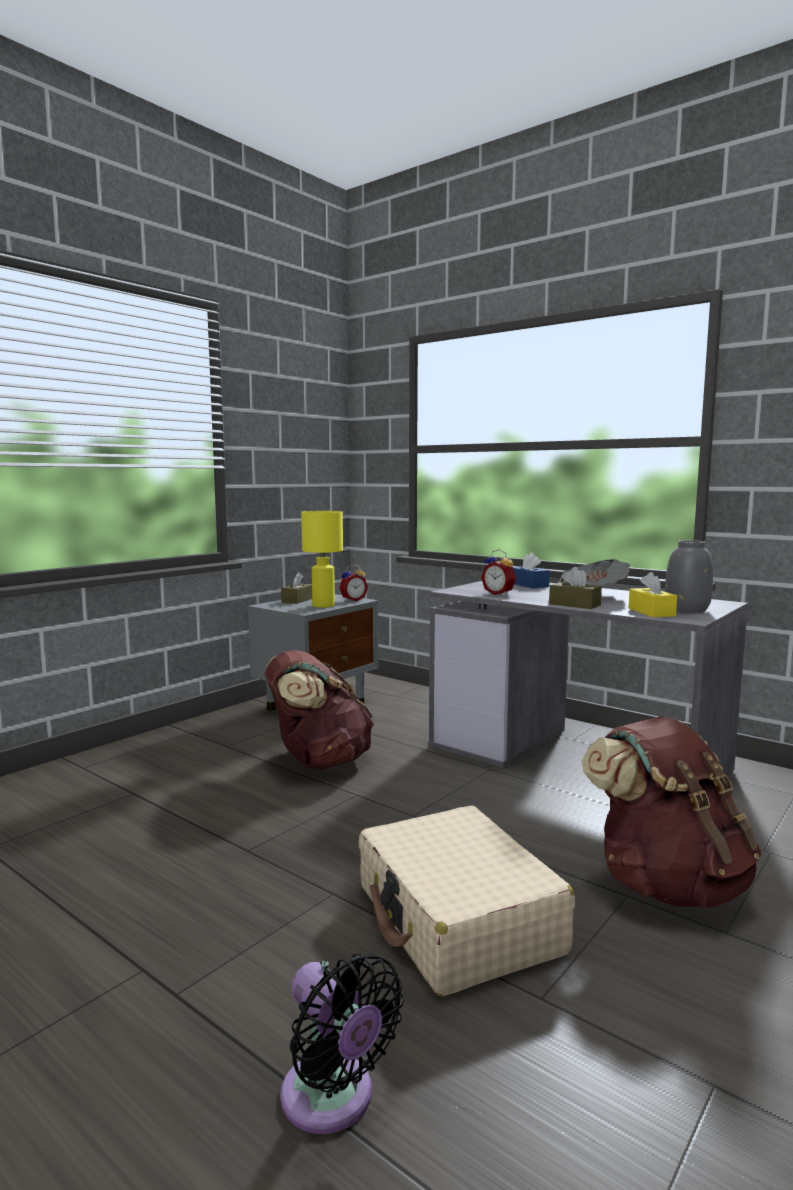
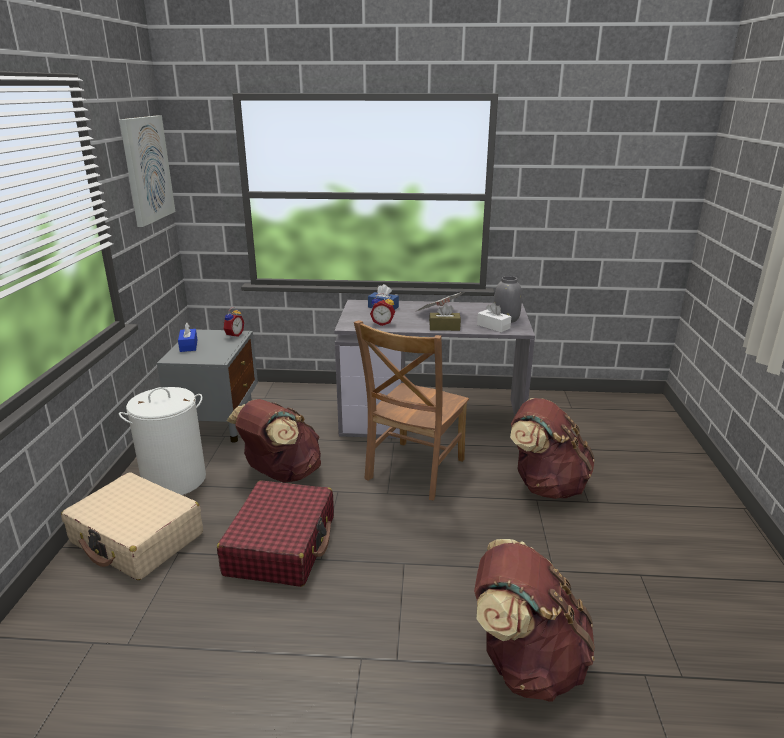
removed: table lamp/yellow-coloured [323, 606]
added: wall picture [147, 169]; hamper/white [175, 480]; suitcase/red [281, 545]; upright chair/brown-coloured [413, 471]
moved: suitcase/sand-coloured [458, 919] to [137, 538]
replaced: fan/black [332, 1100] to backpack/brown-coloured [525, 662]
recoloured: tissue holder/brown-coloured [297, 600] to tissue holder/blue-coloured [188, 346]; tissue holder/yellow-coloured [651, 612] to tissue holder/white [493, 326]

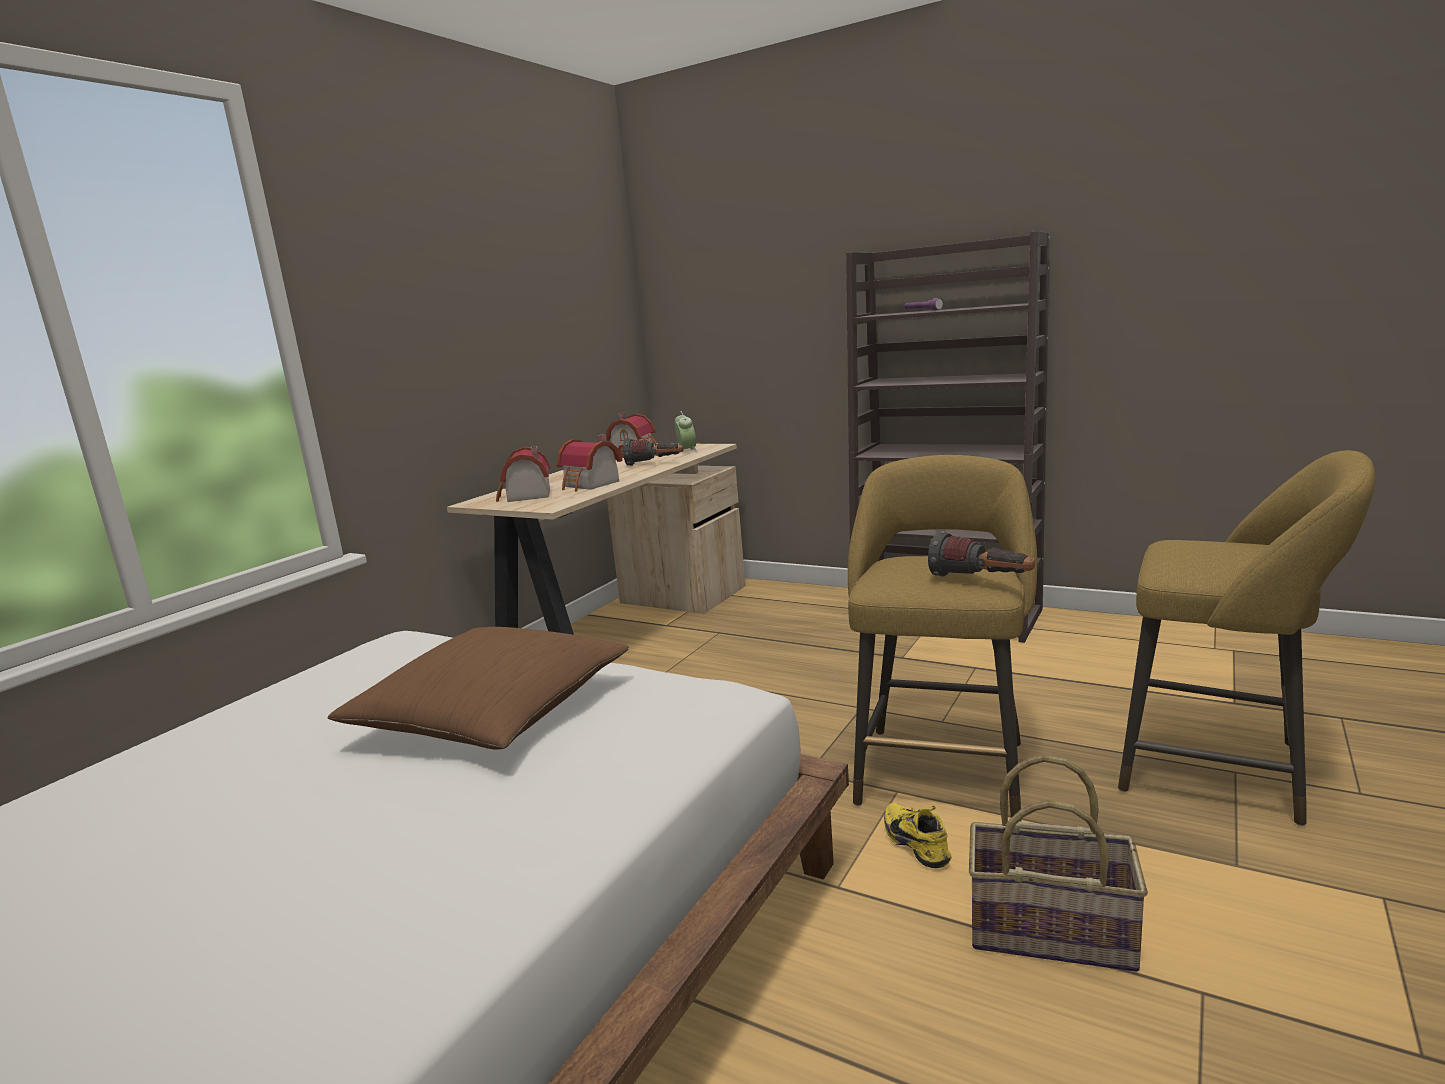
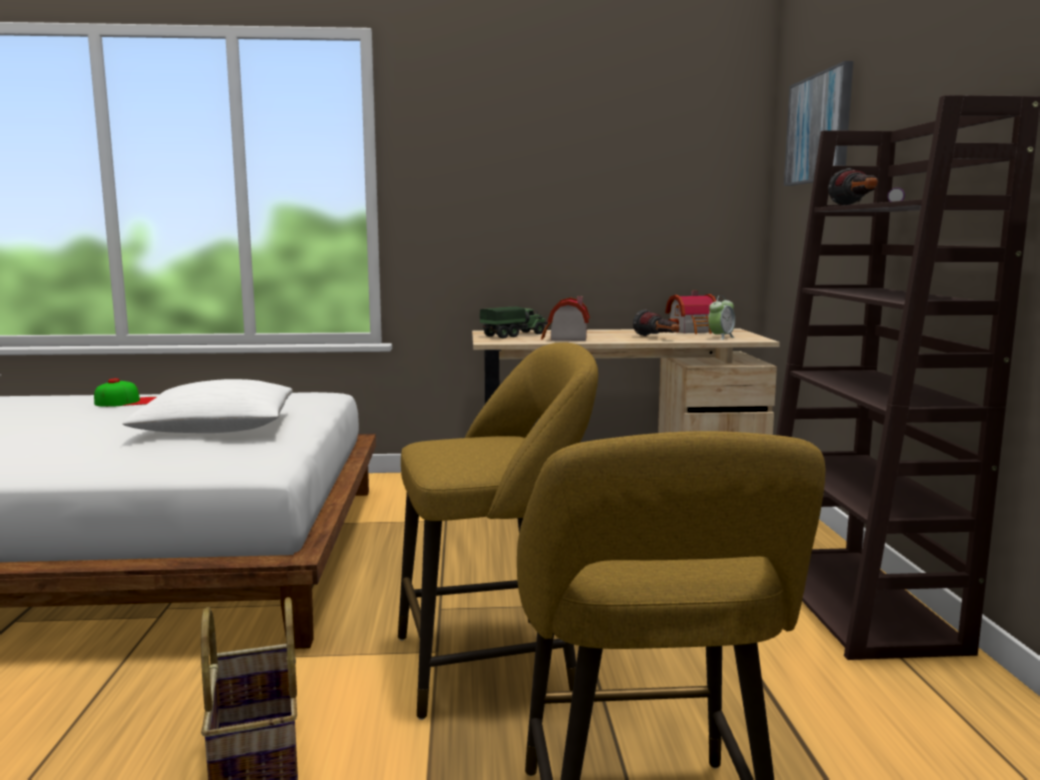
removed: item of footwear/yellow-coloured [919, 843]
added: baseball cap [130, 402]; wall picture [819, 128]
moved: hand torch [981, 581] to [856, 205]
replaced: miniature house [525, 496] to model truck [515, 335]
recoloured: pillow/brown-coloured [491, 713] to pillow/white [217, 428]

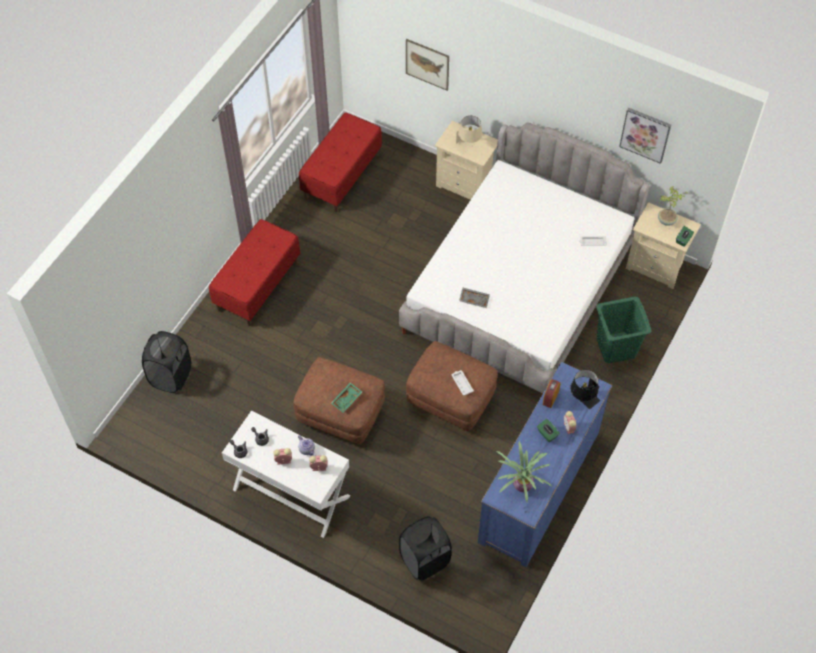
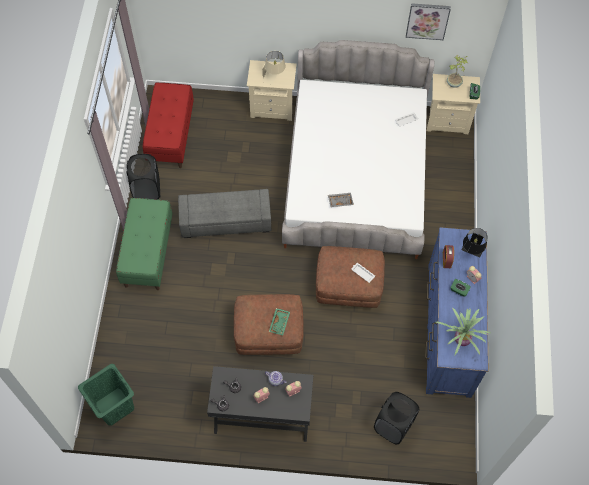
removed: wall picture [427, 64]
added: ottoman/grey [226, 221]
moved: hamper/black [171, 376] to [147, 190]; hamper/greenish [615, 347] to [114, 406]
recoloured: bench/red [257, 285] to bench/greenish [148, 253]; desk unit/white [290, 493] to desk unit/black [262, 416]

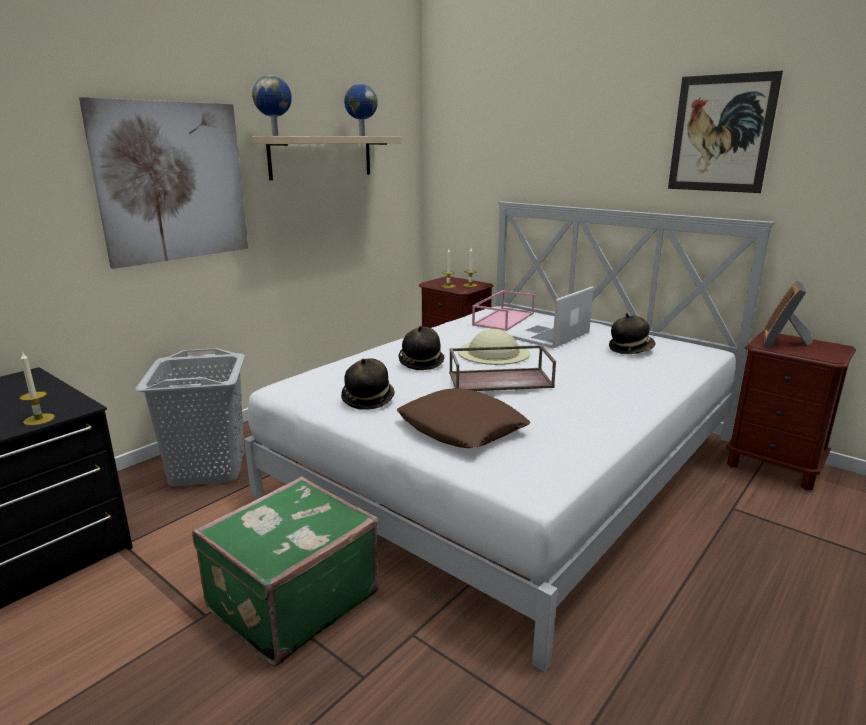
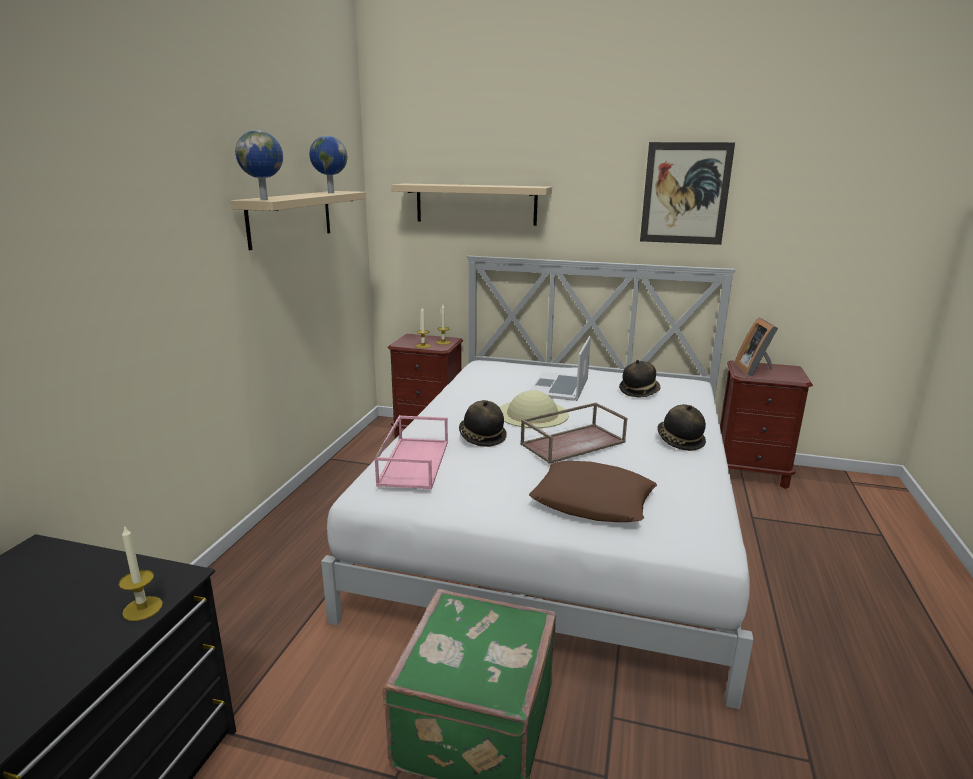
removed: wall picture [173, 182]; hamper/grey [209, 468]
added: bracket shelf/sand-coloured [476, 204]
moved: clothing hat [368, 399] to [679, 441]; carrying tray/pink [503, 318] to [413, 462]

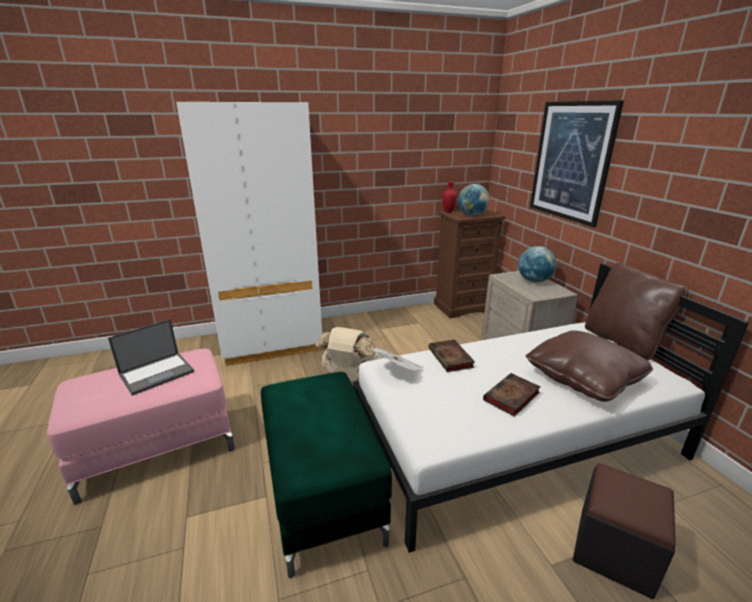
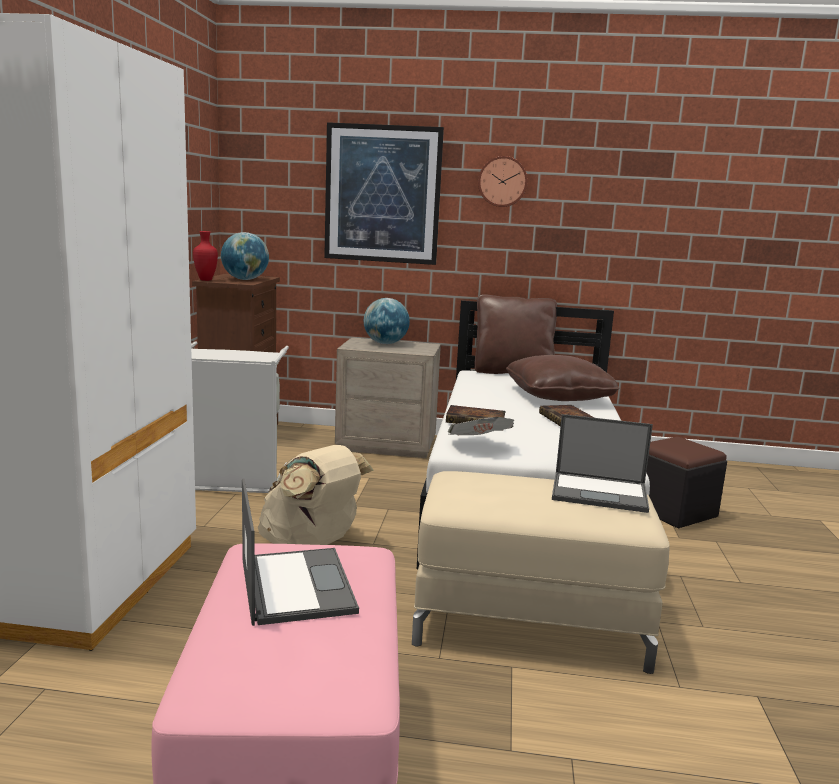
added: hamper/grey [231, 482]; clock on the wall [502, 181]; portable computer [600, 493]
recoloured: ottoman/greenish [323, 492] to ottoman/sand-coloured [531, 621]

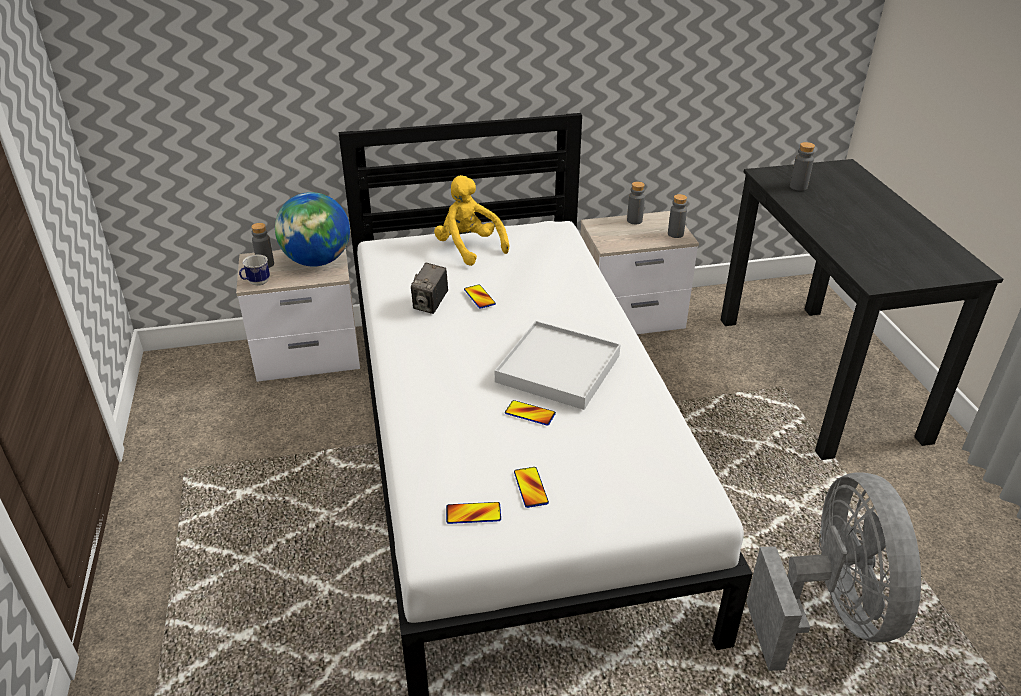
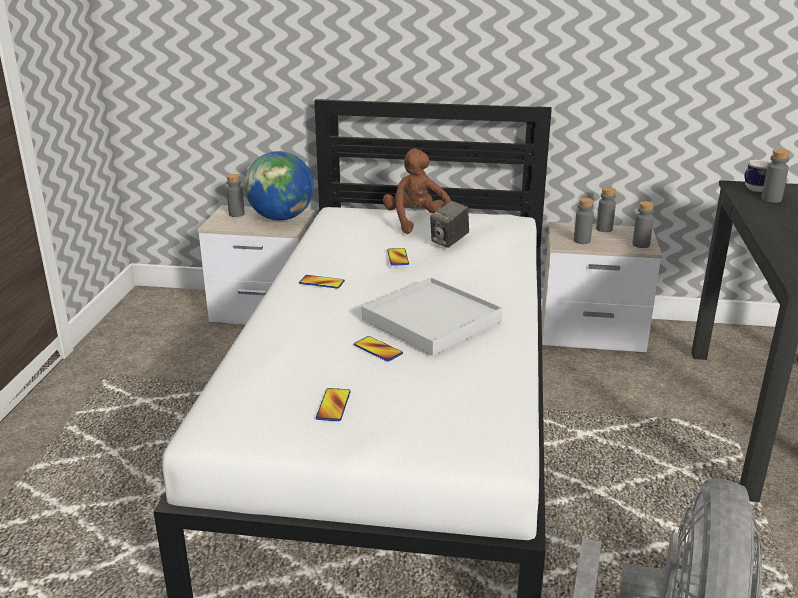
added: drink bottle/grey [582, 241]
moved: coffee mug [256, 283] to [753, 190]; still camera [430, 304] to [449, 241]; phone [473, 514] to [321, 283]
recoloured: cuddly toy/yellow-coloured [469, 248] to cuddly toy/brown-coloured [416, 222]

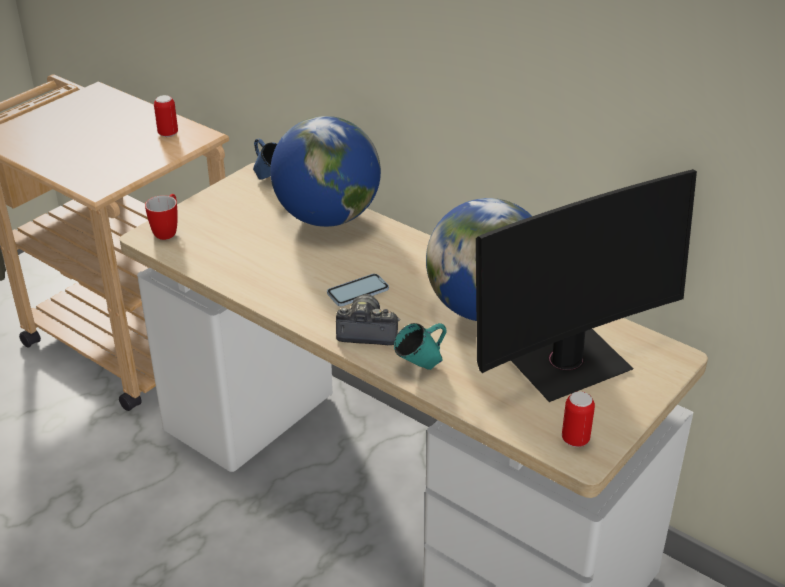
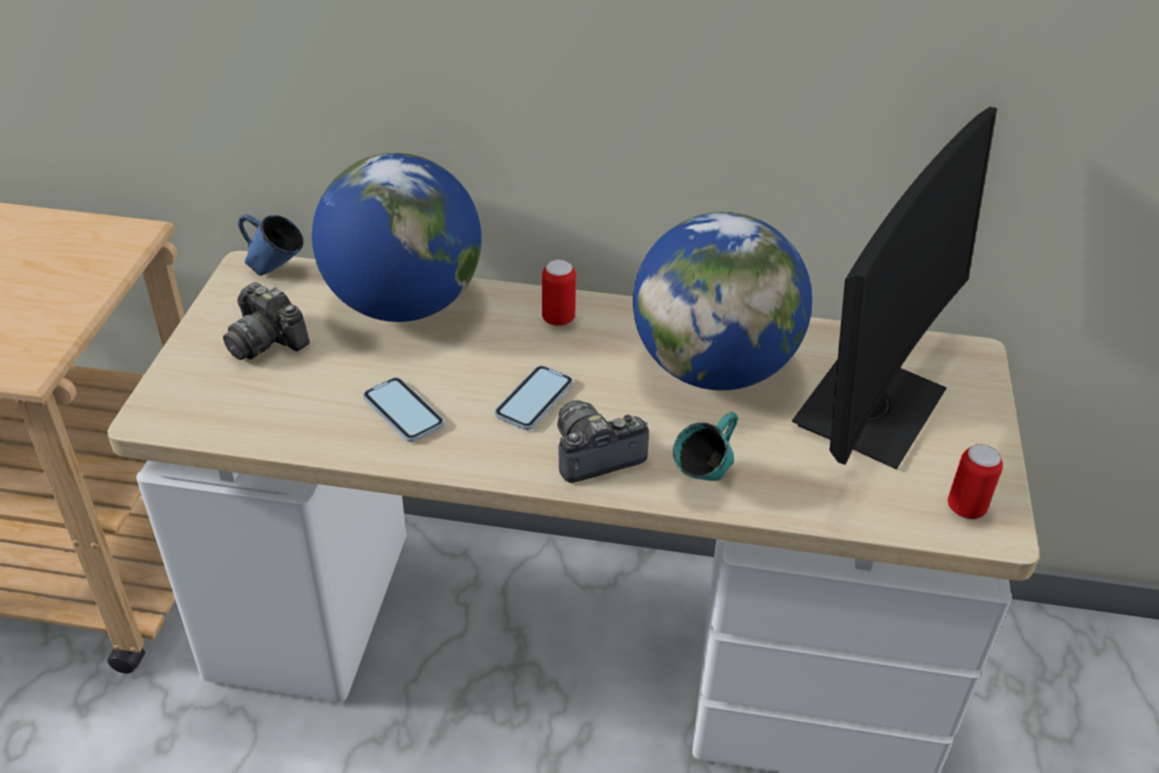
removed: coffee mug [168, 231]
added: still camera [266, 340]; phone [403, 412]
moved: sealed can [168, 134] to [558, 319]

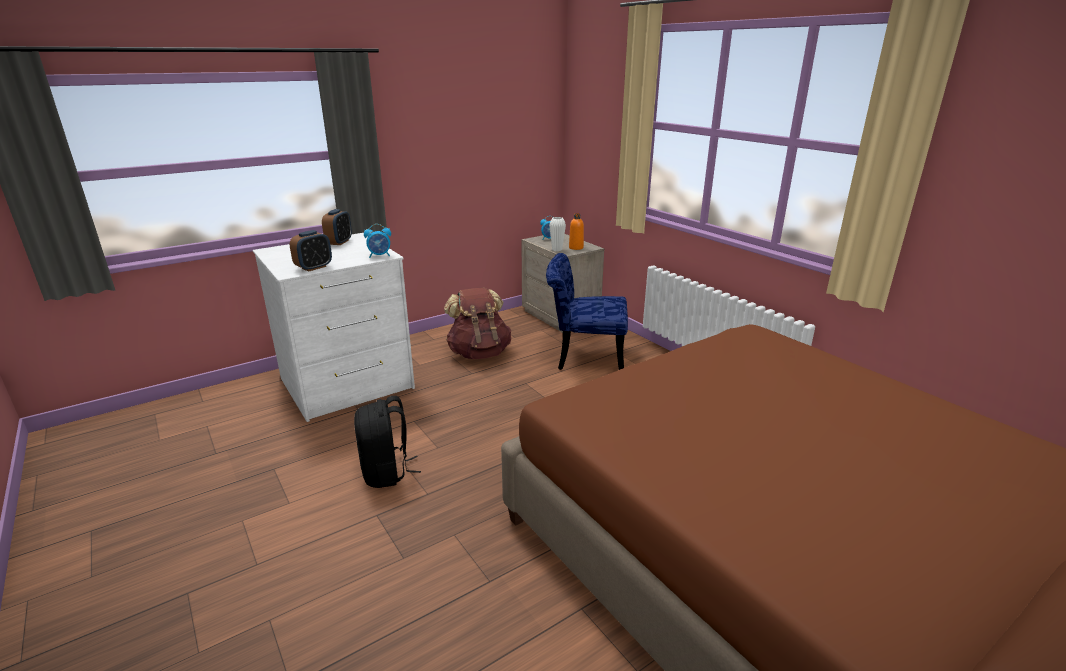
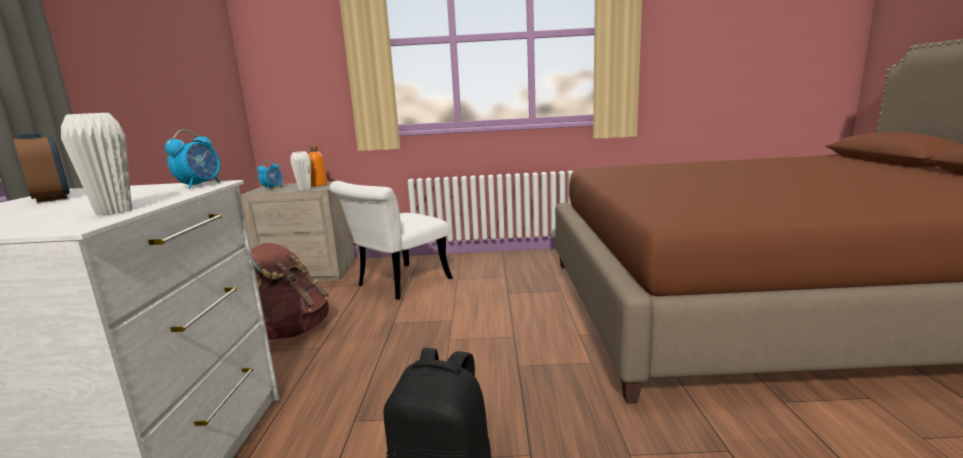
replaced: table clock [314, 267] to vase/white [114, 211]
recoloured: upright chair/blue-coloured [583, 357] to upright chair/white [397, 284]

